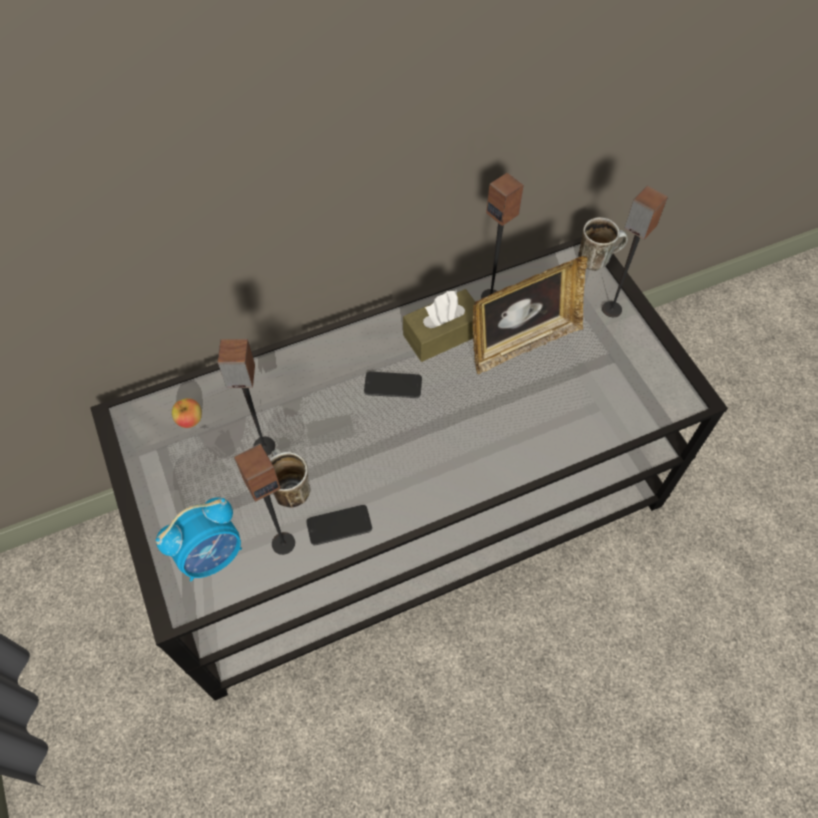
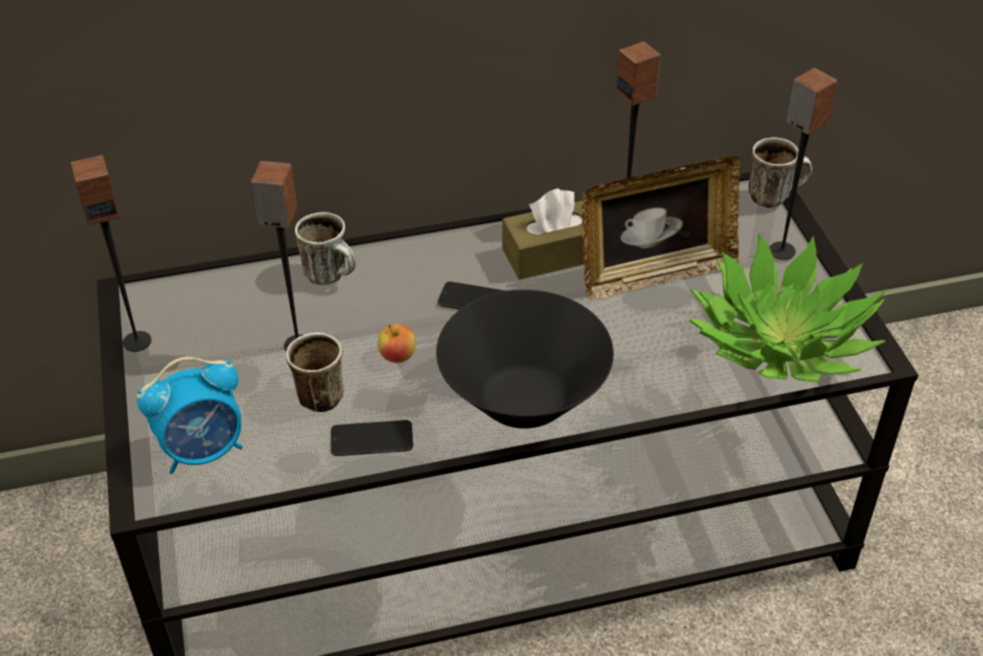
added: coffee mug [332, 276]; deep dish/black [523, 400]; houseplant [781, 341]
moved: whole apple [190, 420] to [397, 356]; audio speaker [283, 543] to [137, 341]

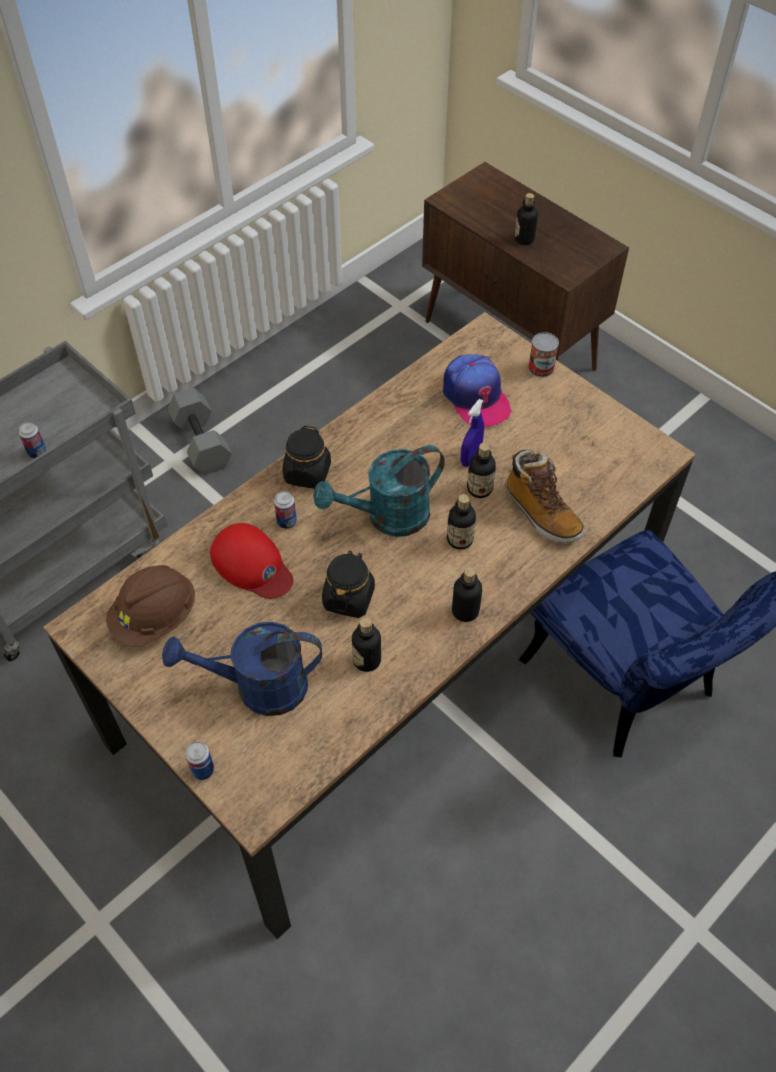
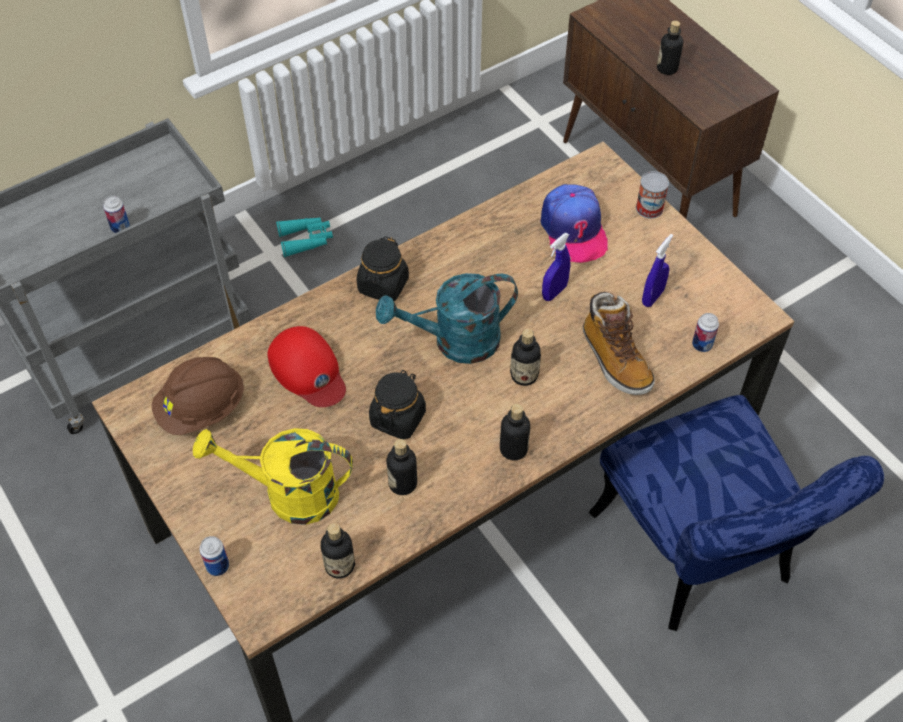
added: sprayer/blue-coloured [652, 297]
moved: sealed can [286, 522] to [702, 345]; drink bottle [479, 489] to [339, 565]
replaced: hand weight/grey [203, 443] to field glasses/blue-green [306, 239]
recoloured: watering pot/blue-coloured [258, 687] to watering pot/yellow-coloured [288, 494]

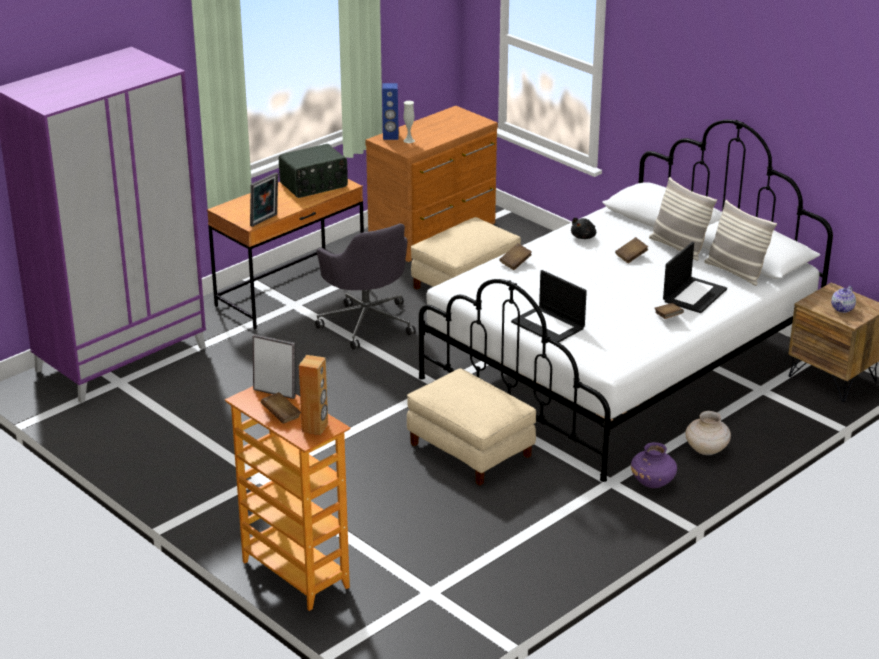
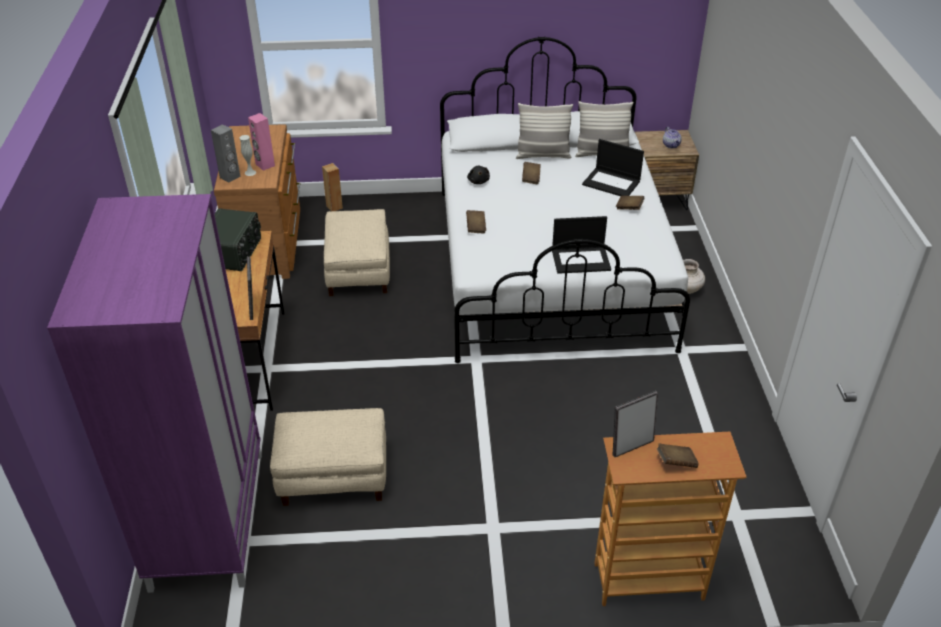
removed: office chair/grey [366, 322]; vase/purple [653, 482]
added: audio speaker/pink [265, 165]
moved: audio speaker/brown-coloured [315, 427] to [334, 207]; ottoman/sand-coloured [471, 449] to [334, 474]
recoloured: audio speaker/blue-coloured [390, 137] to audio speaker/grey [230, 177]
turned: portable computer [694, 295] = [612, 183] 135 degrees clockwise

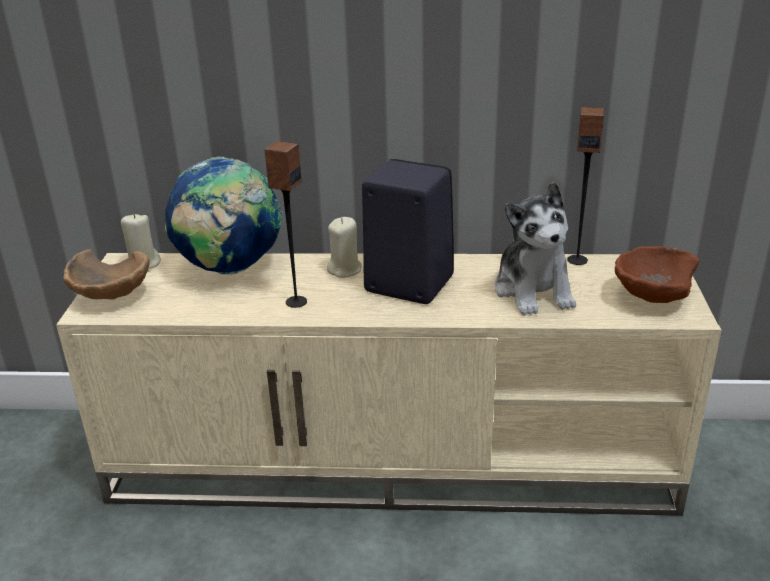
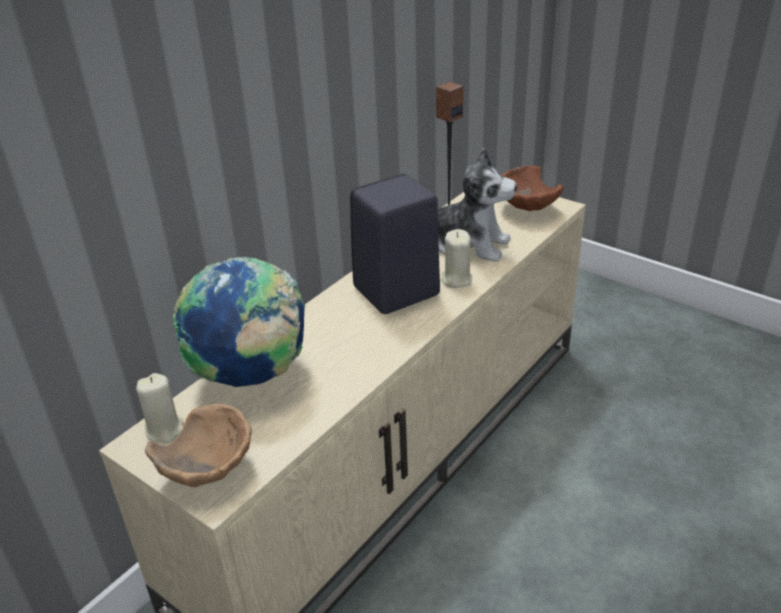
removed: audio speaker [296, 302]
moved: wax light/sand-coloured [345, 270] to [456, 279]

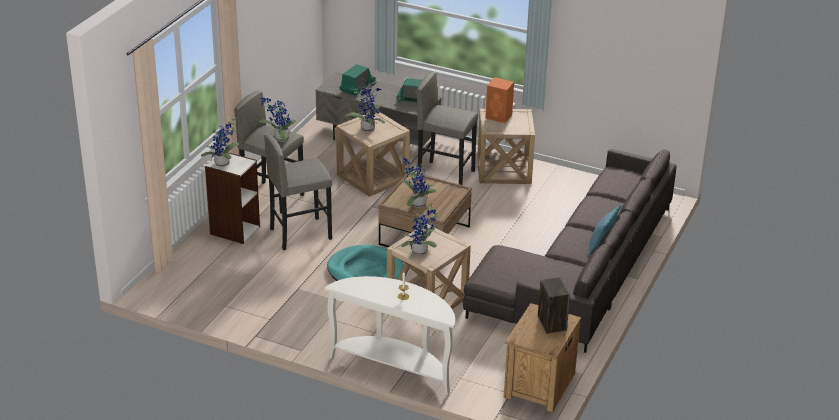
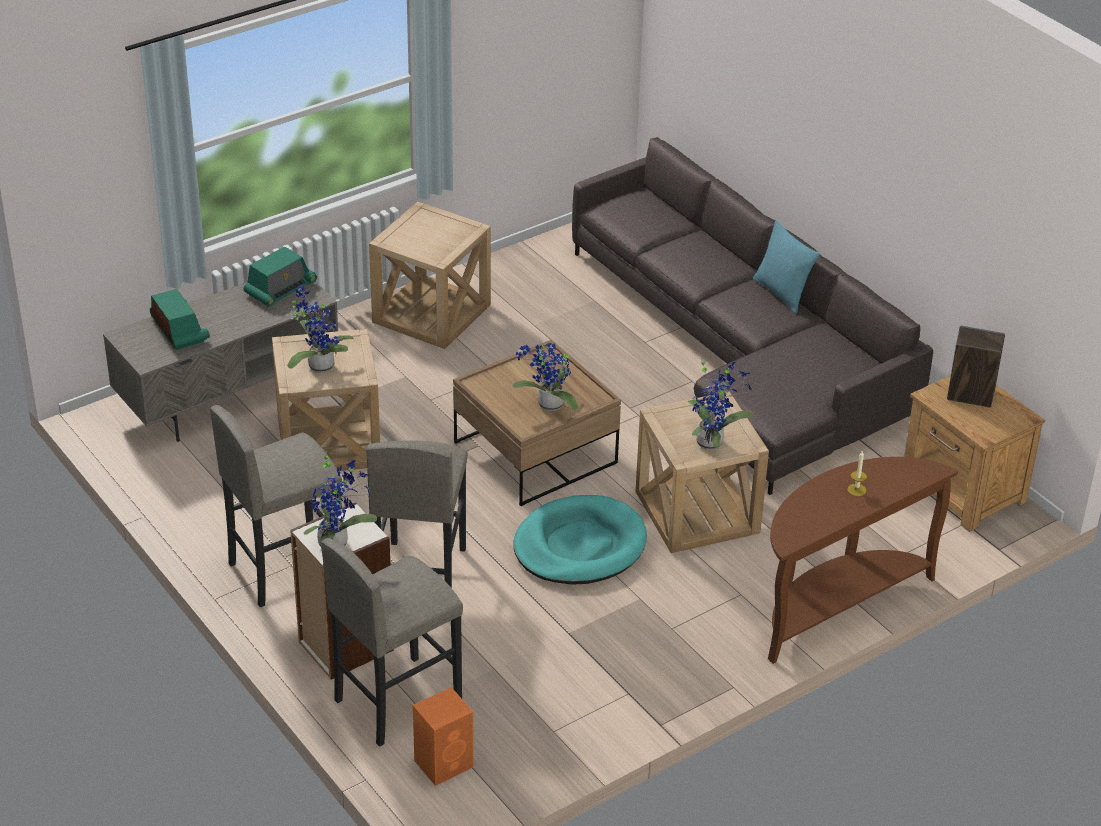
removed: houseplant [279, 139]
moved: sitting stool/grey [445, 175] to [397, 700]; audio speaker/orange [499, 116] to [445, 763]
recoloured: hall table/white [395, 366] to hall table/brown-coloured [835, 604]

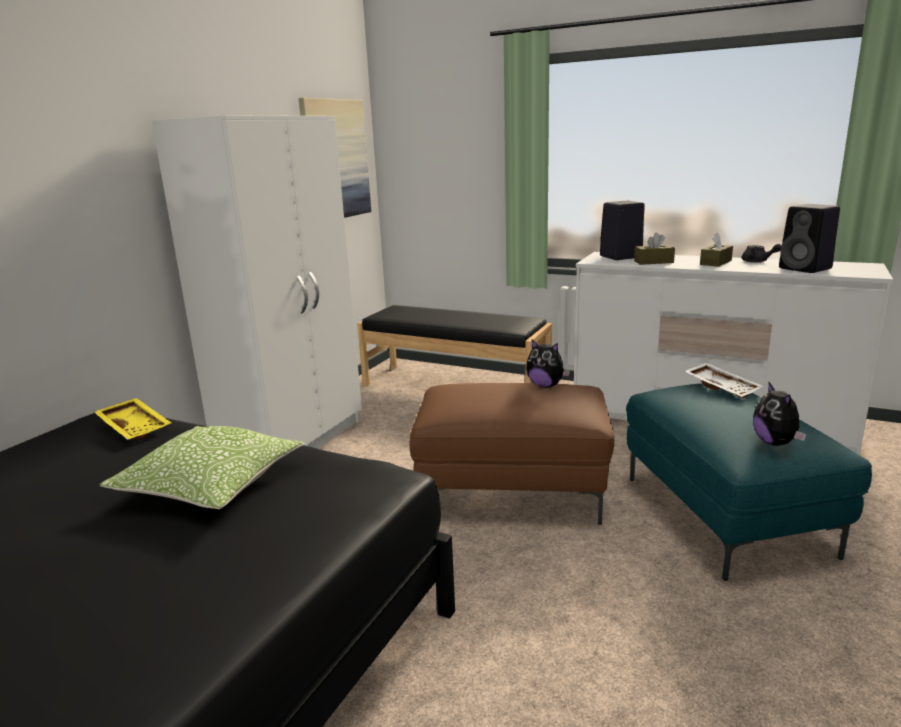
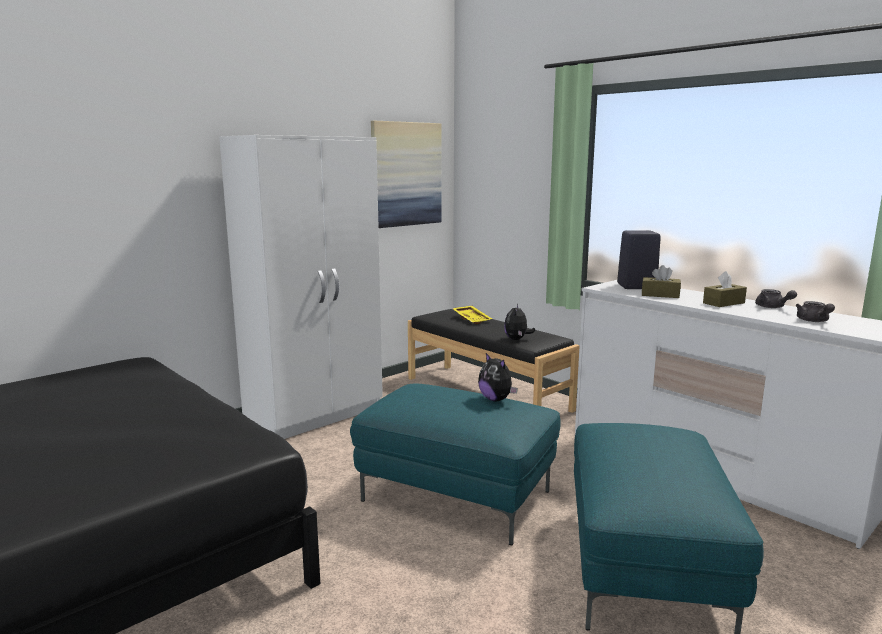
removed: pillow [211, 485]; carrying tray/white [722, 387]
moved: carrying tray/yellow-coloured [136, 427] to [472, 319]; cuddly toy [775, 443] to [517, 339]
replaced: audio speaker/black [806, 269] to pot for tea/grey [813, 321]
recoloured: ottoman/brown-coloured [513, 490] to ottoman/blue-green [457, 495]

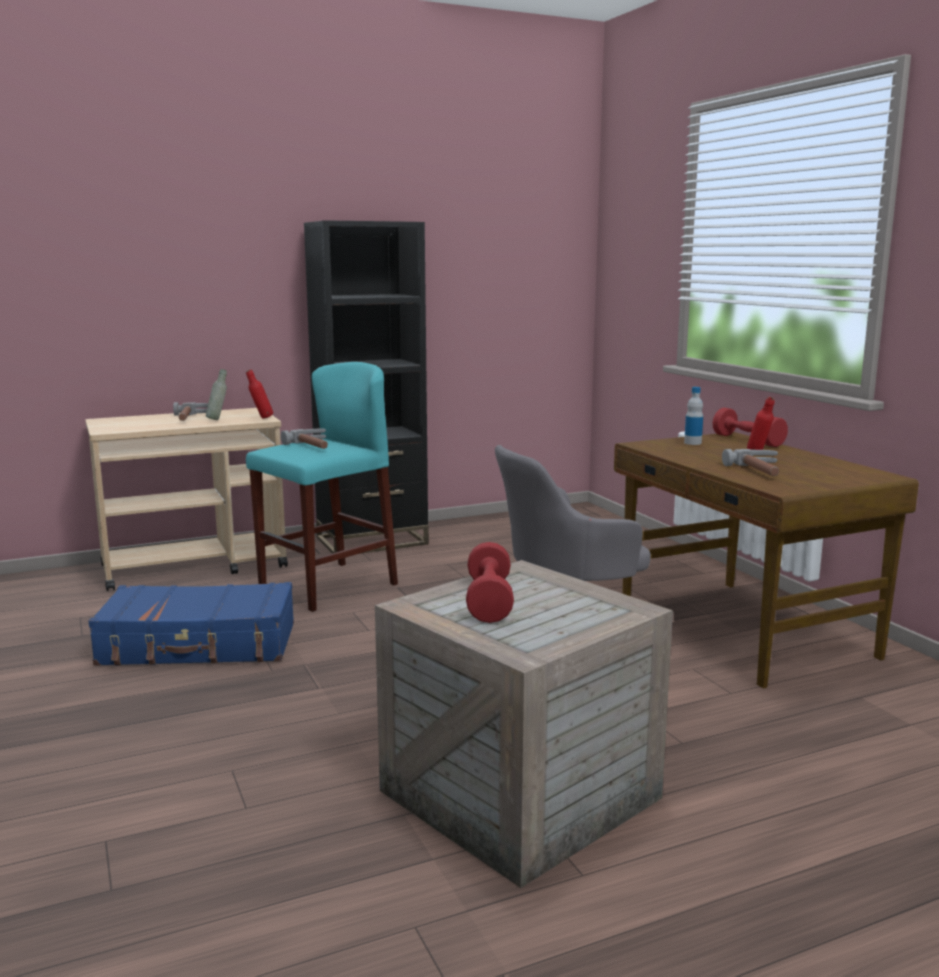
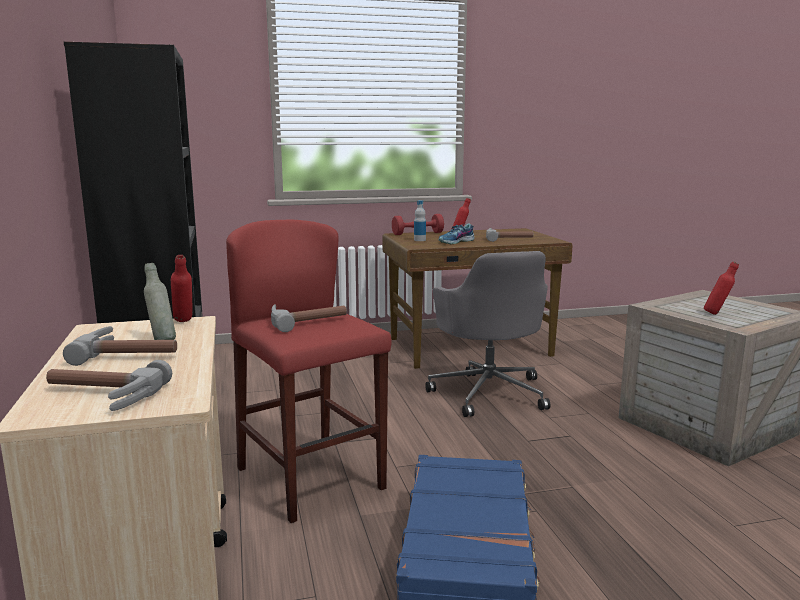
added: hand hammer [98, 397]; item of footwear [456, 242]
replaced: hand weight/red [489, 601] to drink bottle/red [717, 314]
recoloured: sitting stool/blue-green [328, 586] to sitting stool/red [310, 478]

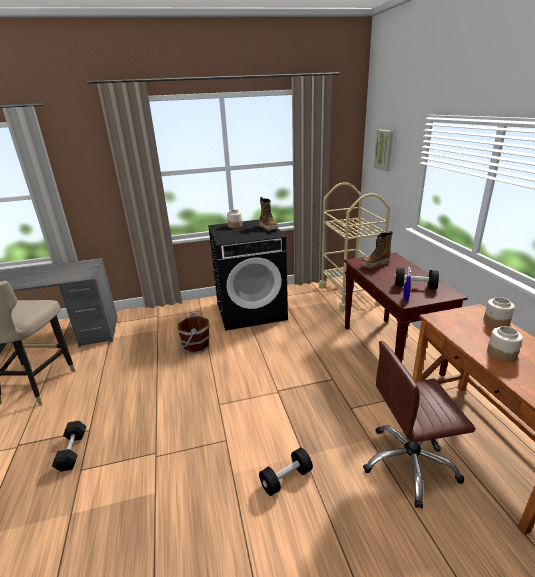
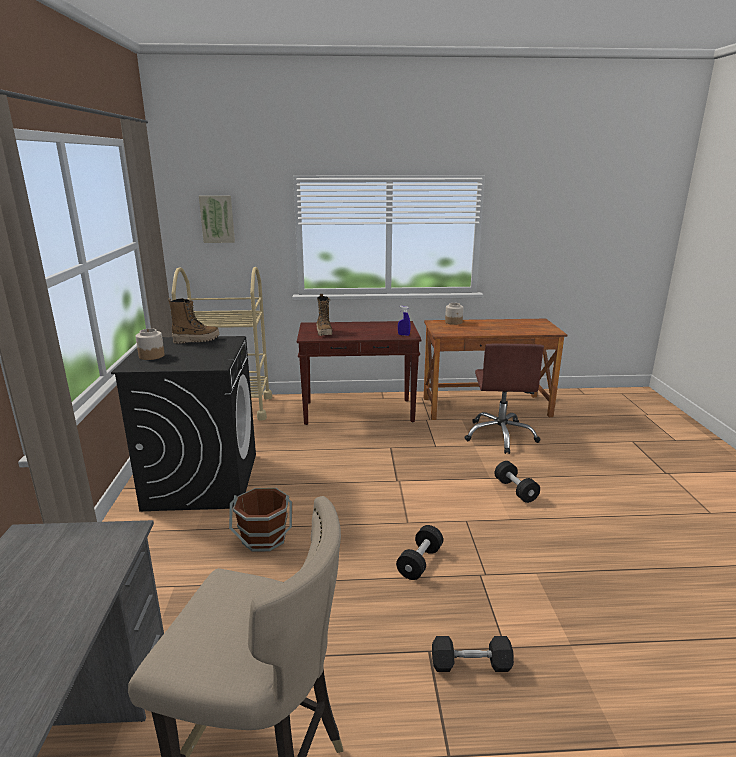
removed: storage jar [501, 354]
moved: hand weight/black [415, 286] to [420, 562]

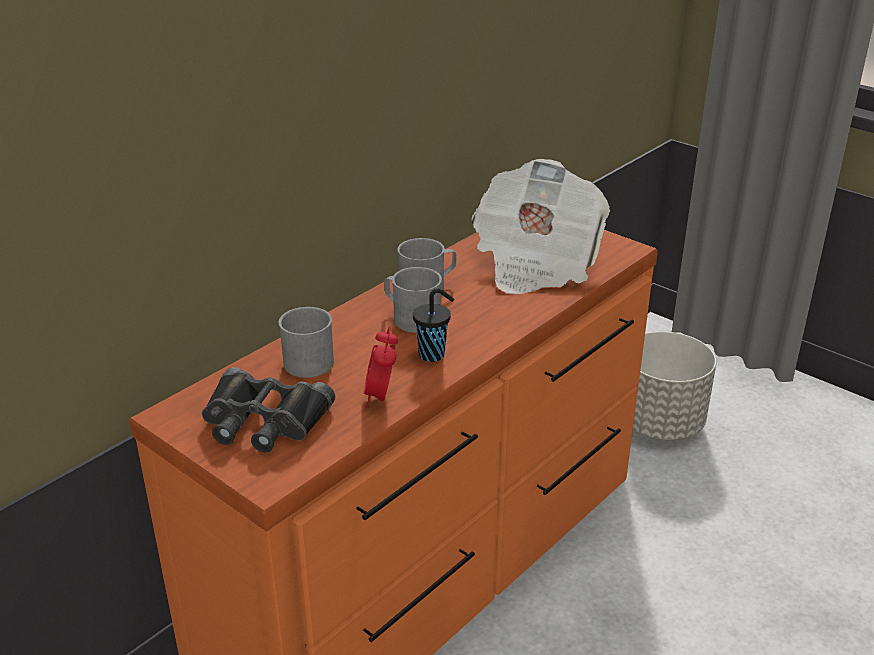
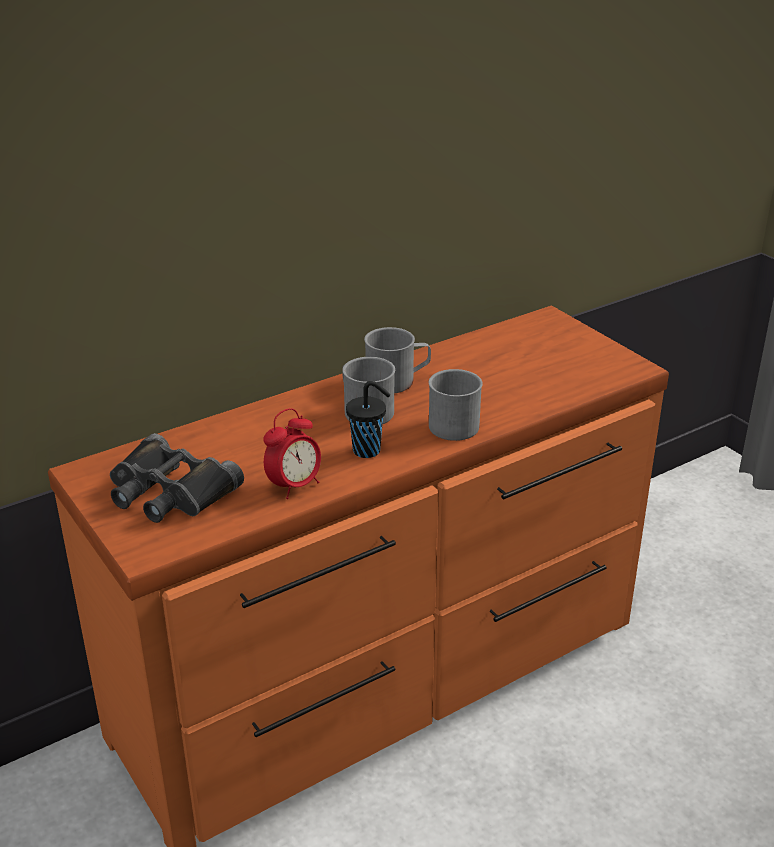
removed: daily paper [535, 261]; planter/grey [661, 423]
moved: coffee mug/grey [312, 359] to [458, 423]
turned: table clock [381, 397] = [294, 486] 150 degrees counterclockwise

